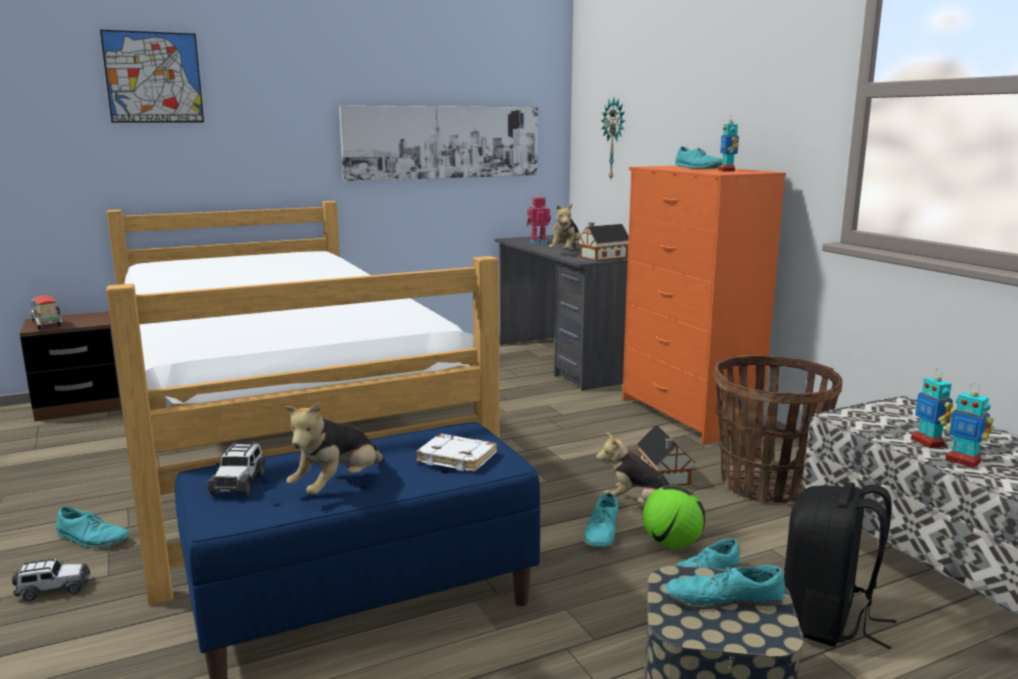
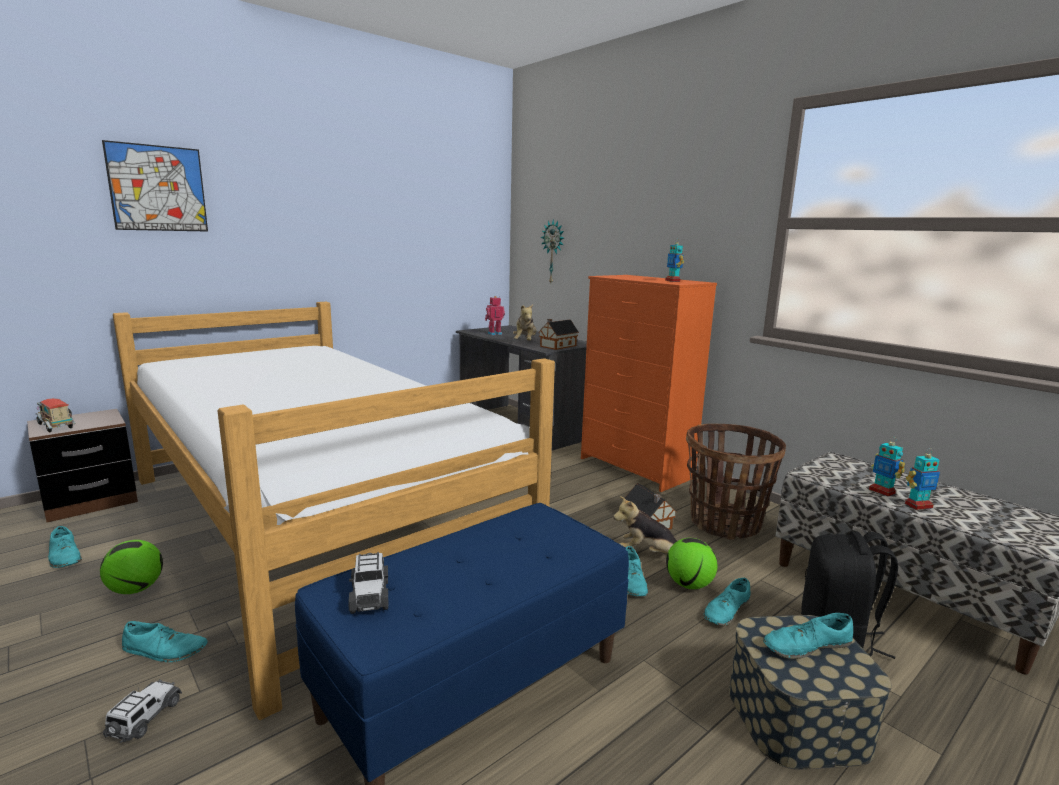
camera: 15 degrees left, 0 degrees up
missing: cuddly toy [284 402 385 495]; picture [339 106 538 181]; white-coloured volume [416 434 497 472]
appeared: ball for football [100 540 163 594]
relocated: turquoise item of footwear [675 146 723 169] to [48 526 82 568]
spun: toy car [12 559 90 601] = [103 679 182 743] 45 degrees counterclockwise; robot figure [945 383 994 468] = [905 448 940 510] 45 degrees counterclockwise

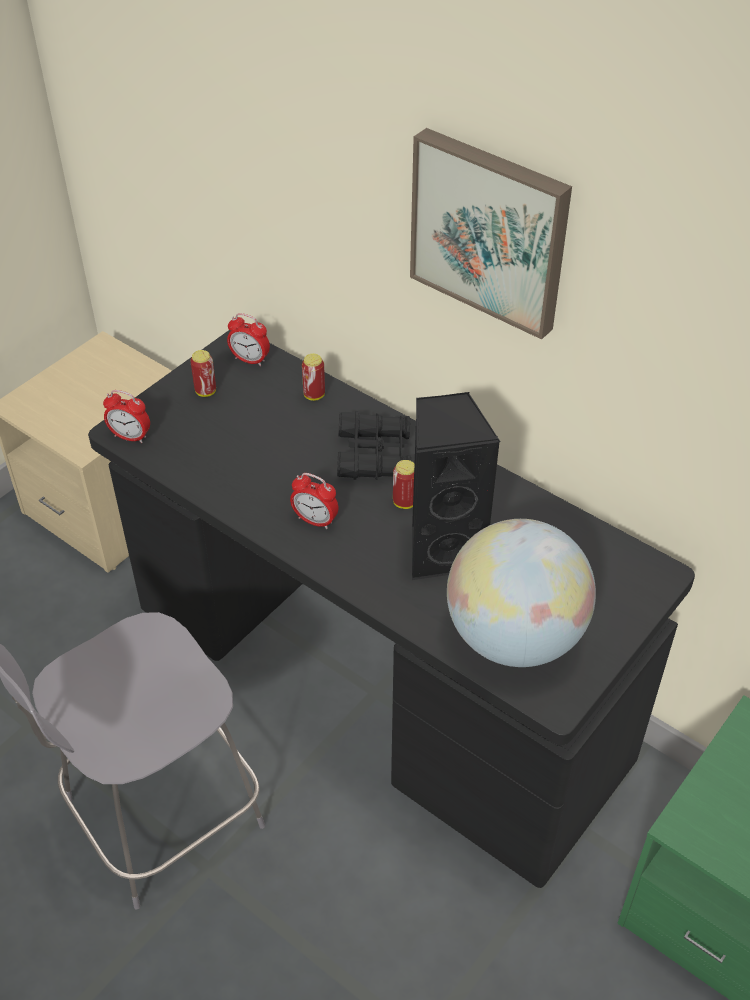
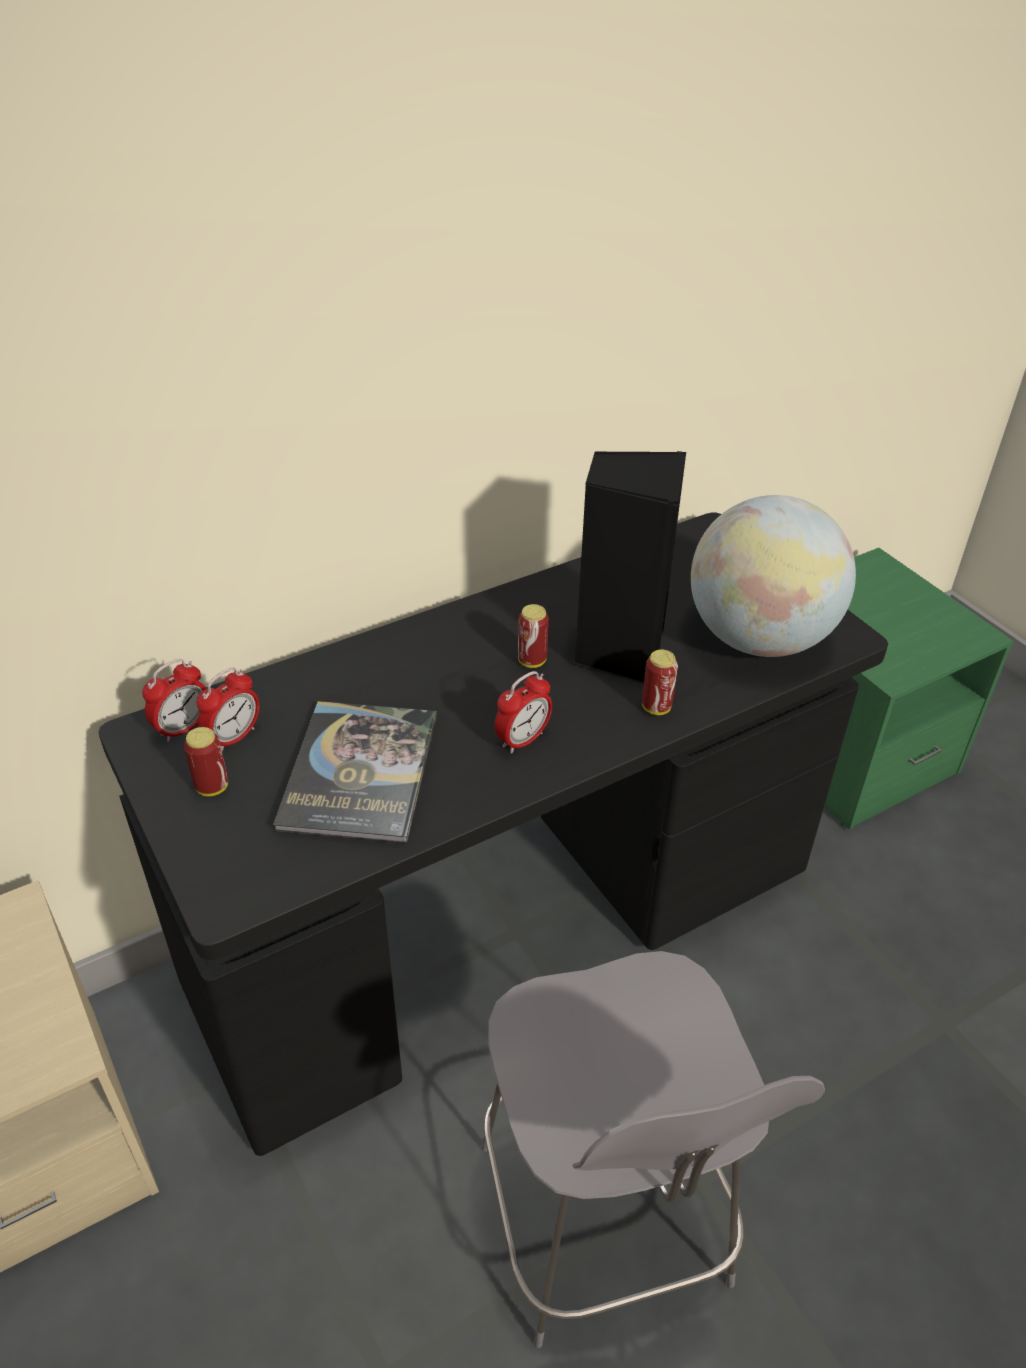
camera: 70 degrees left, 5 degrees down
missing: black-coloured pair of binoculars [337 411 411 480]; picture [410 128 572 340]
appeared: volume [273 701 437 843]
relocated: alarm clock [103 390 150 443] to [197 667 260 751]; sealed can [302 354 325 401] to [642 649 678 715]

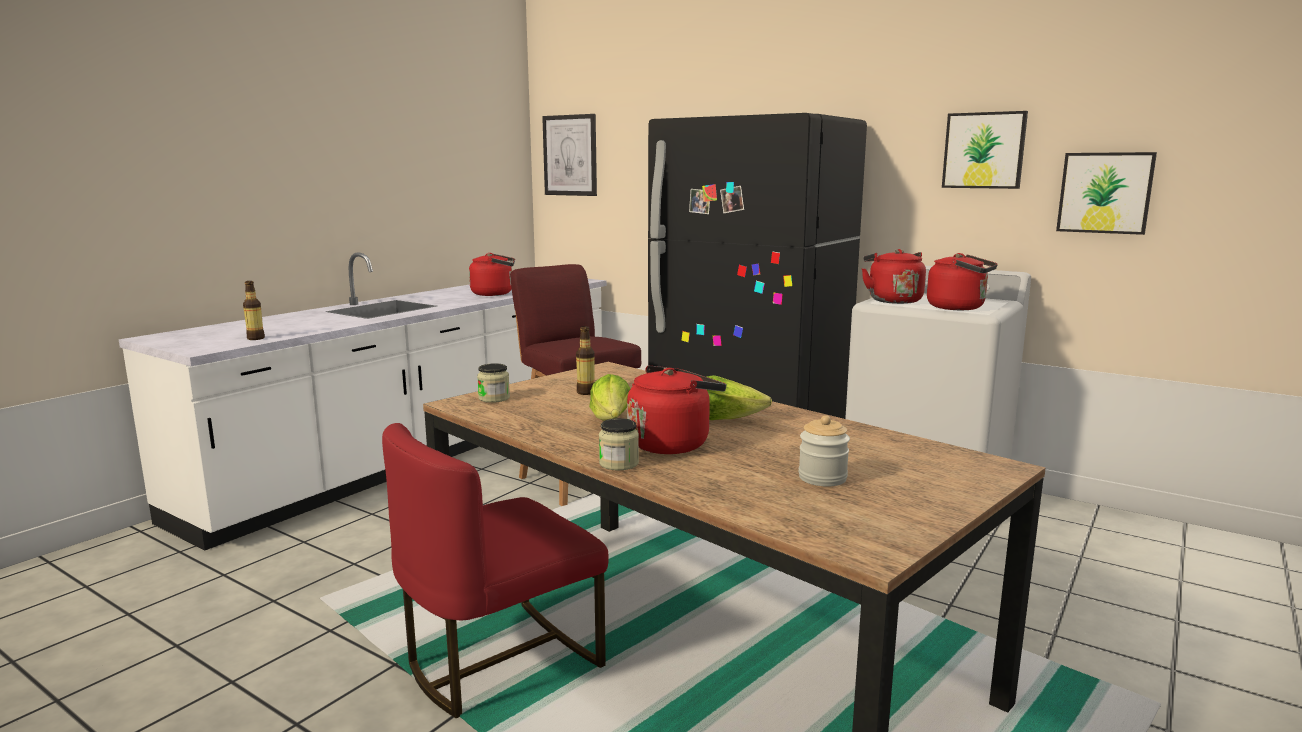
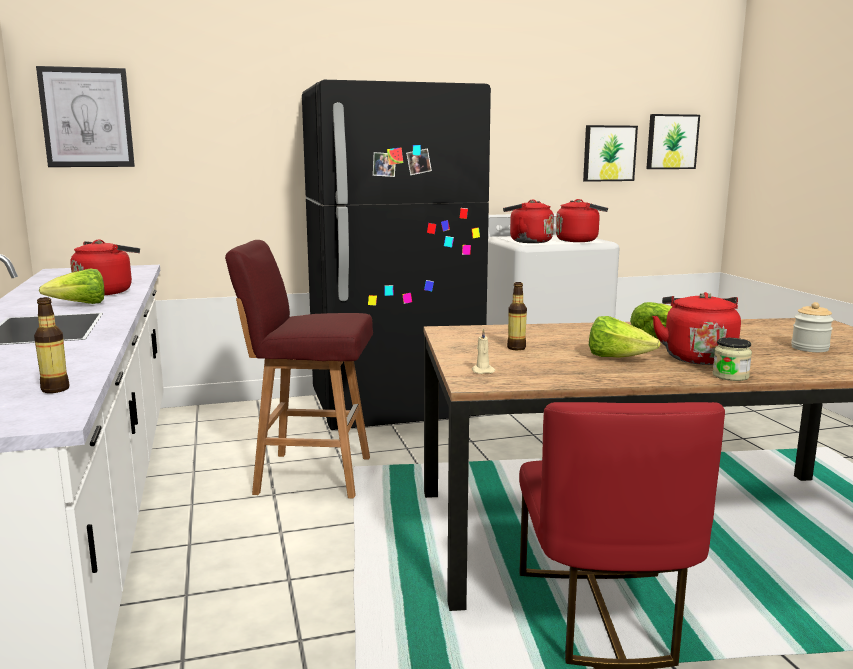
camera: 50 degrees left, 0 degrees up
appeared: lettuce [39 268 105 304]
relocated: picture [942 111 1028 189] to [646 114 700 169]
exchanged: storage jar [477 363 510 403] to beige candle [472 328 495 374]

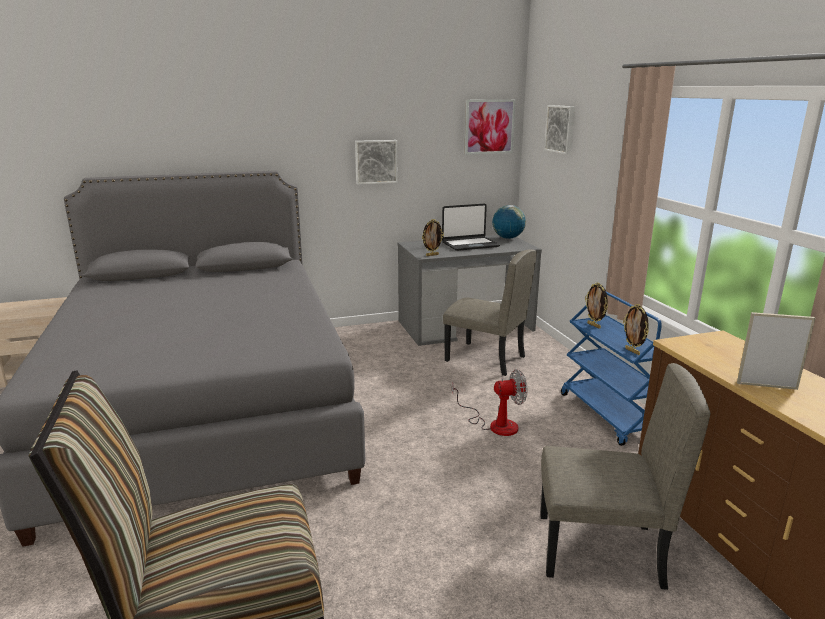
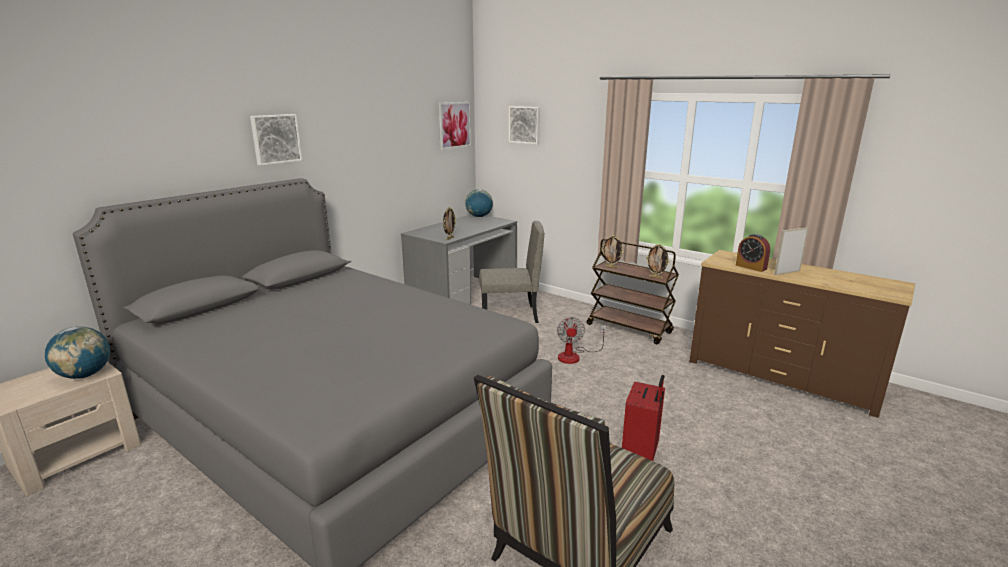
camera: 35 degrees left, 0 degrees up
missing: notebook computer [442 204 500 251]; beige chair [540 363 710 590]
appeared: desk globe [45 327 110 379]; reddish travel case [622 375 665 461]; alarm clock [736 234 770 272]
relocated: picture [355 140 397 185] to [250 114 302 166]
colour: bluish trolley [561 291 662 446] to brownish trolley [587 239 679 344]
spun: cooling fan [452 369 528 436] = [557 317 606 364] 135 degrees clockwise

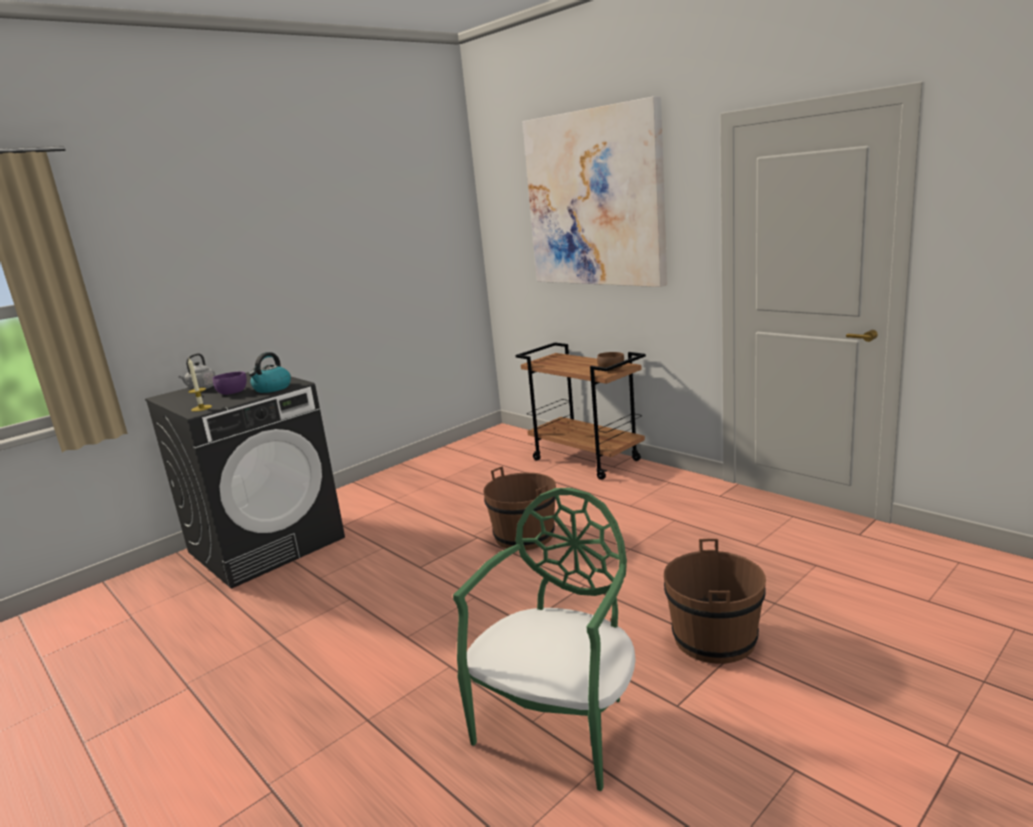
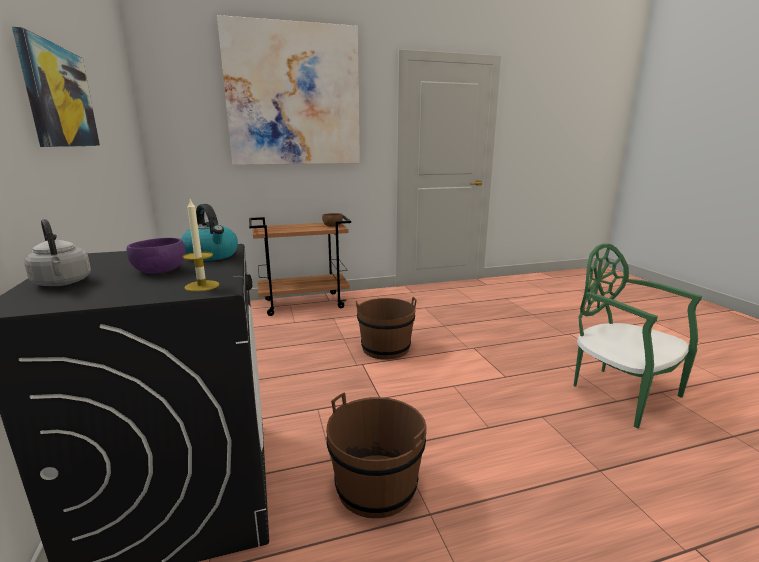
camera: 65 degrees left, 0 degrees up
appeared: picture [12 27 100 147]
relocated: brownish water bucket [664 539 766 664] to [326 393 427 518]

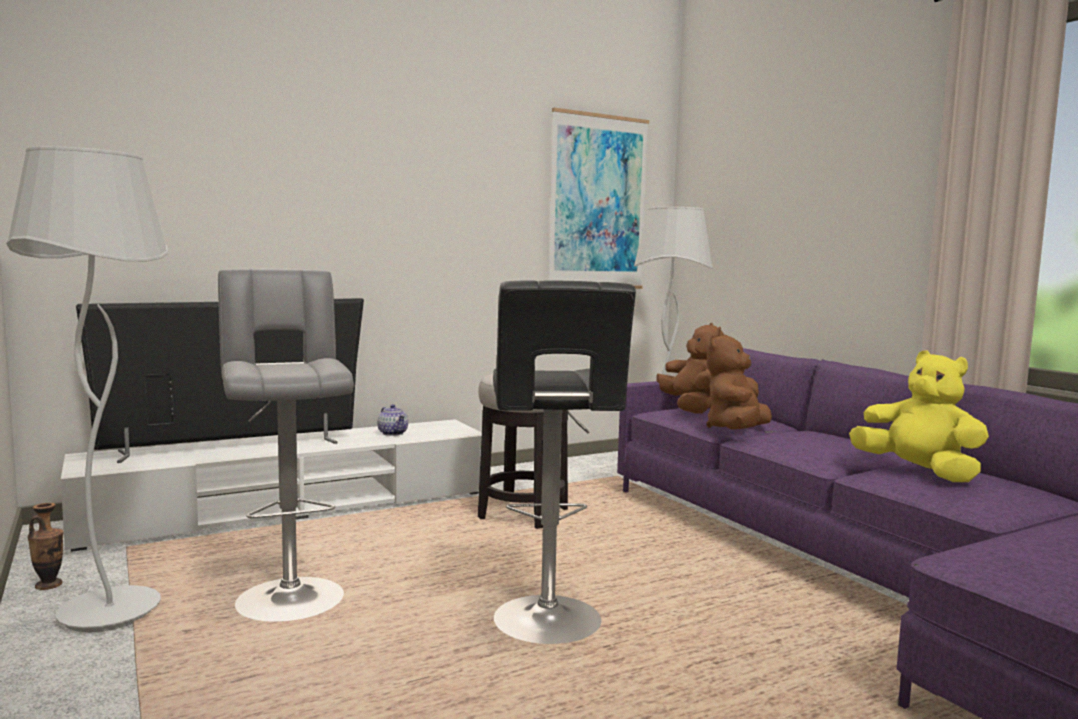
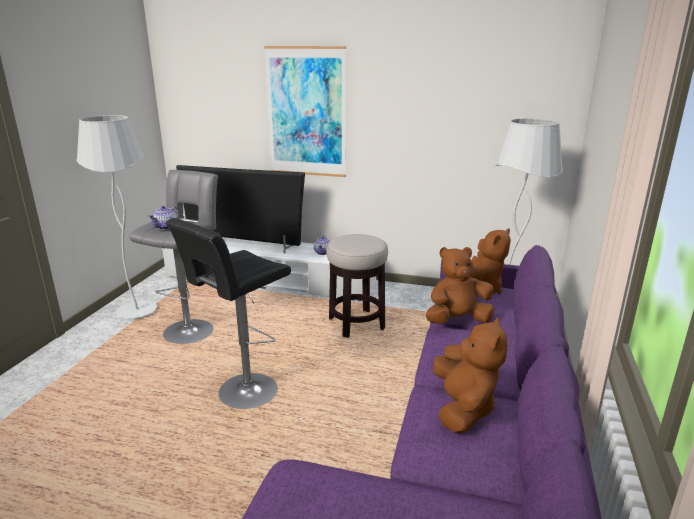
camera: 45 degrees right, 15 degrees up
missing: decorative vase [28 503 64 590]
appeared: teapot [148 206 179 230]
relocated: picture [549 107 649 289] to [264 46 346 177]
colour: yellow-coloured cuddly toy [849 350 989 482] to brownish cuddly toy [433 317 507 434]

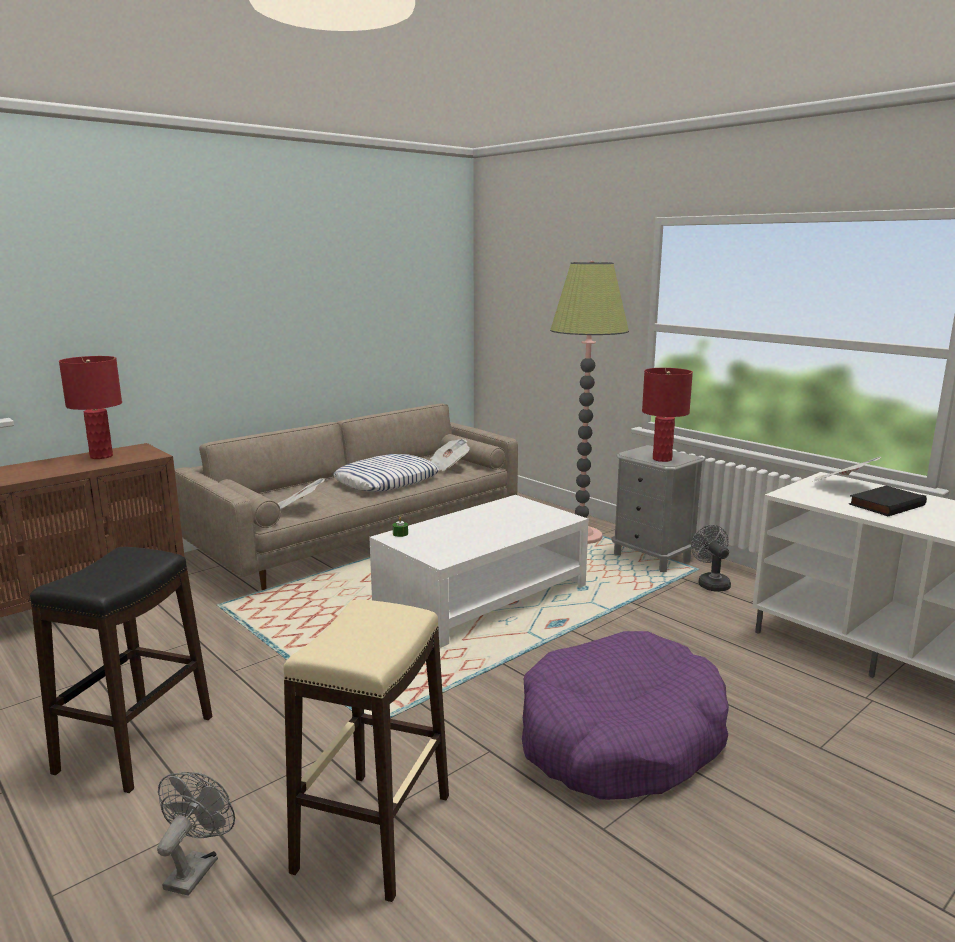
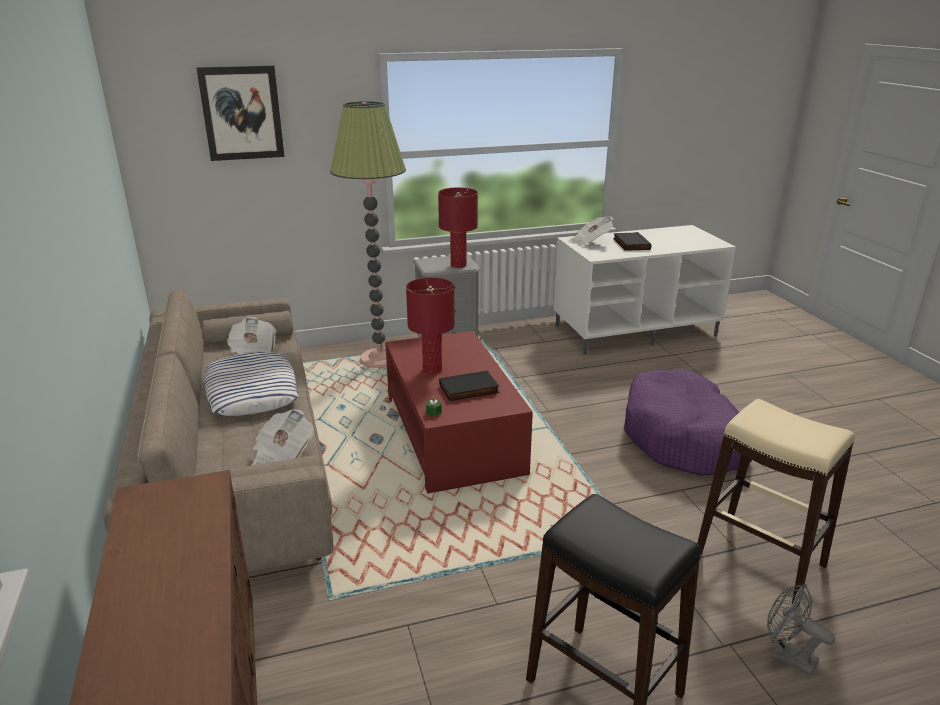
camera: 65 degrees left, 10 degrees up
missing: grey cooling fan [691 525 731 592]
appeared: picture [197 66 285 161]; black-coloured volume [439 370 499 401]
relocated: reddish table lamp [59 356 122 459] to [406 277 455 374]
colour: white-coloured low table [369 495 589 648] to reddish low table [385 331 533 494]

